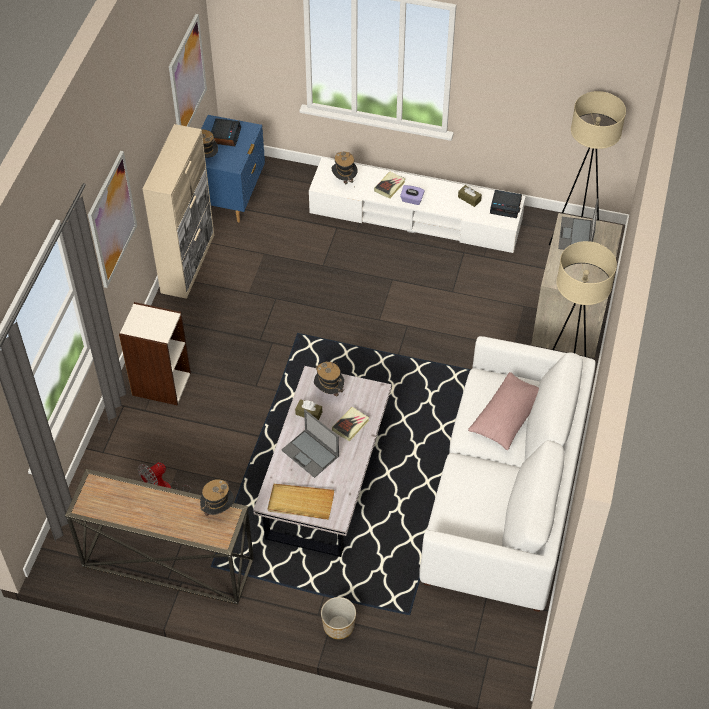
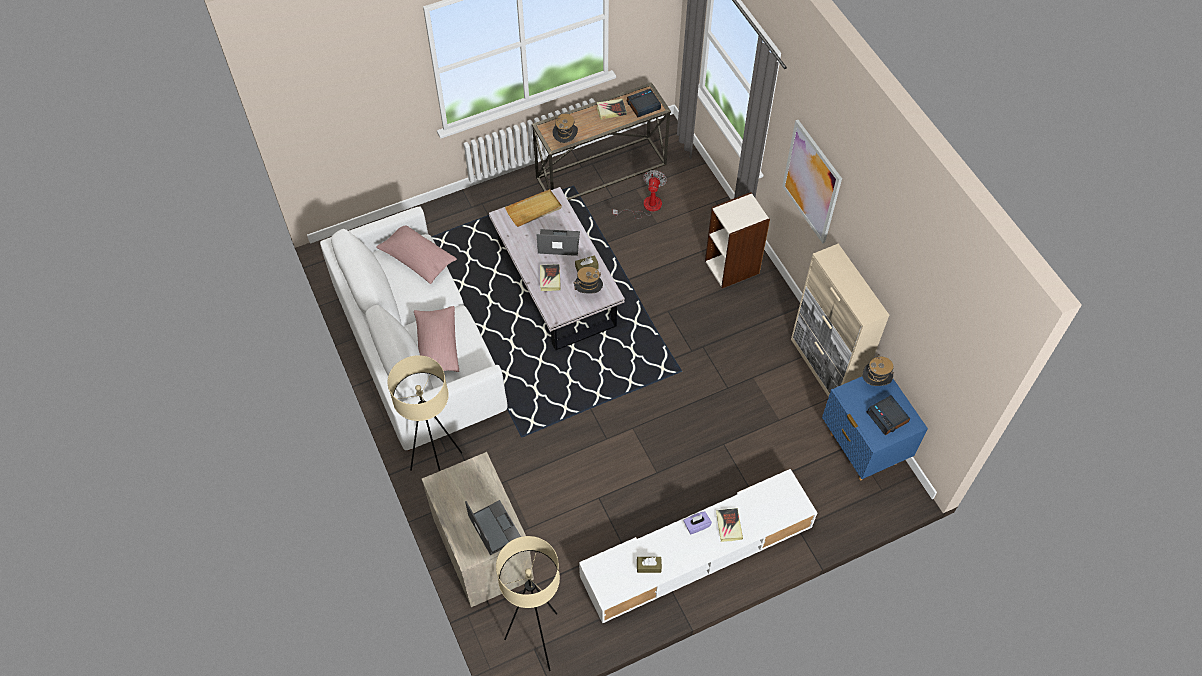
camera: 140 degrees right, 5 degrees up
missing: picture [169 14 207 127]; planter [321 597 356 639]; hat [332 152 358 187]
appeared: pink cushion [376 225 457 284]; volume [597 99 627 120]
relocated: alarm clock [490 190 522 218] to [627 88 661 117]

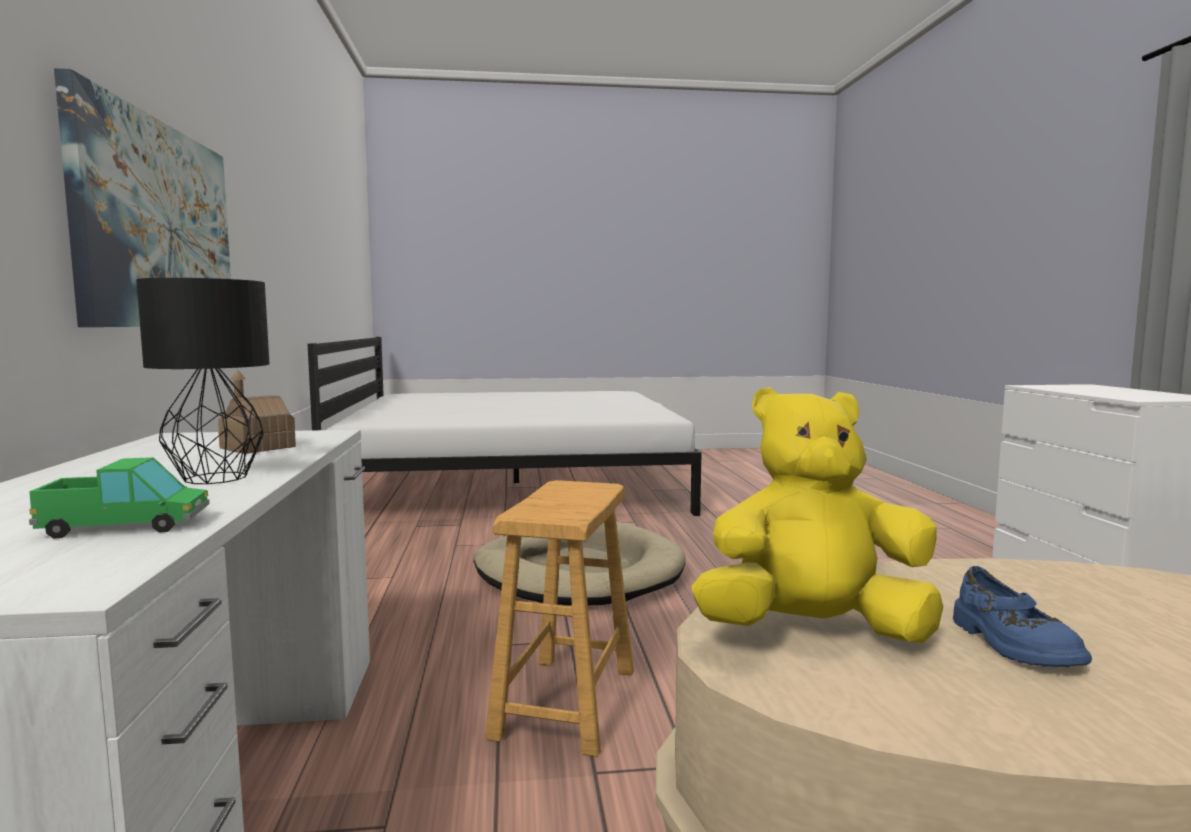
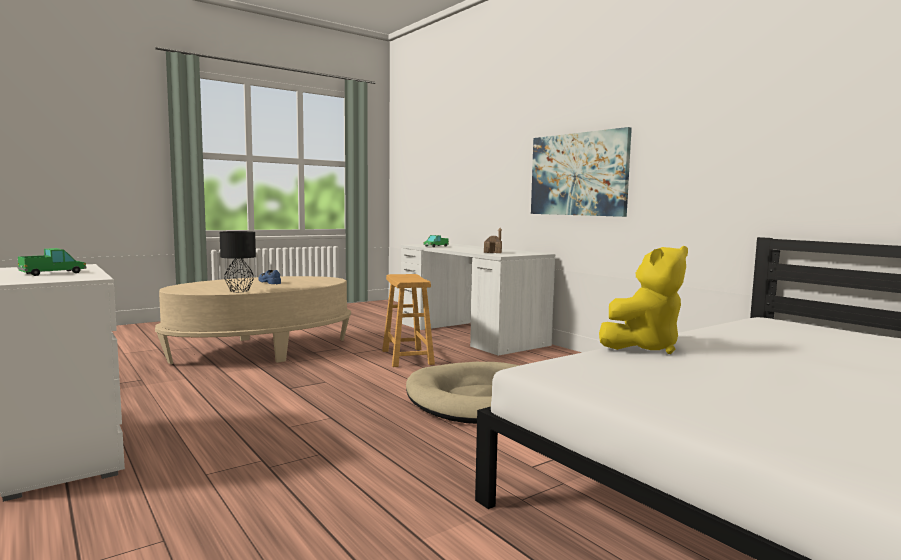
camera: 150 degrees right, 0 degrees up
appeared: model truck [18 248 87 276]
relocated: black-coloured table lamp [136 278 269 484] to [220 231 256 292]; yellow-coloured cuddly toy [691 387 943 643] to [599 246 688 354]

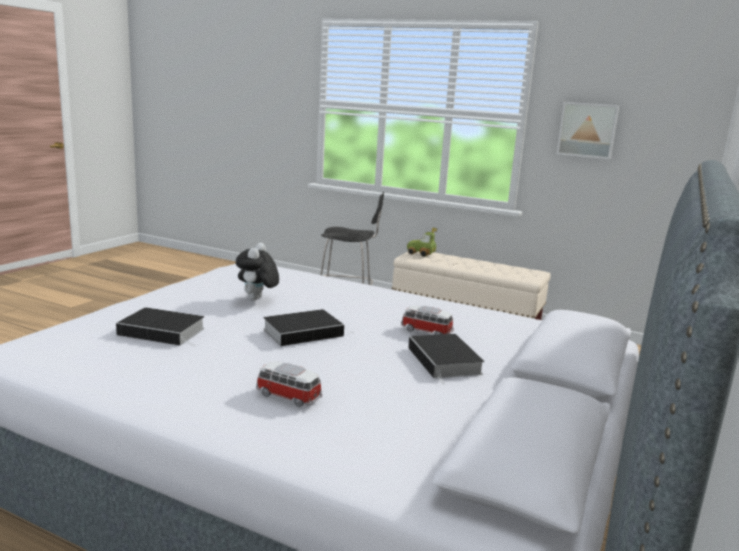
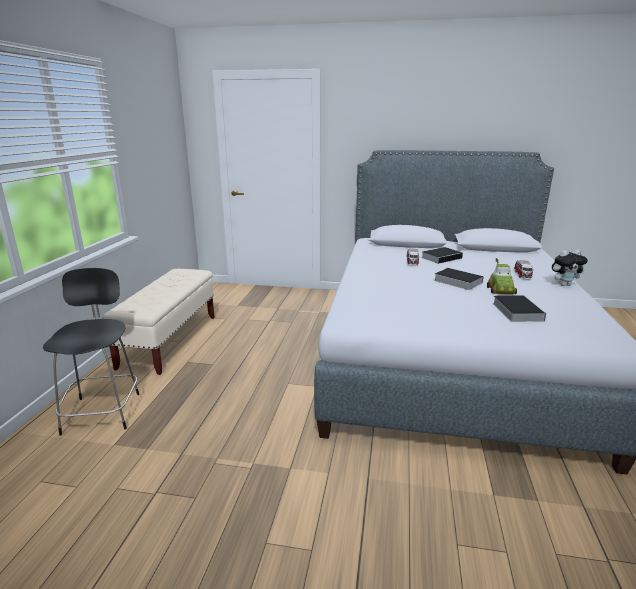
camera: 105 degrees left, 5 degrees up
missing: picture [556 102 619 159]
relocated: toy car [407 227 437 257] to [487 258 517 295]; cuddly toy [236 243 279 300] to [552 249 588 286]

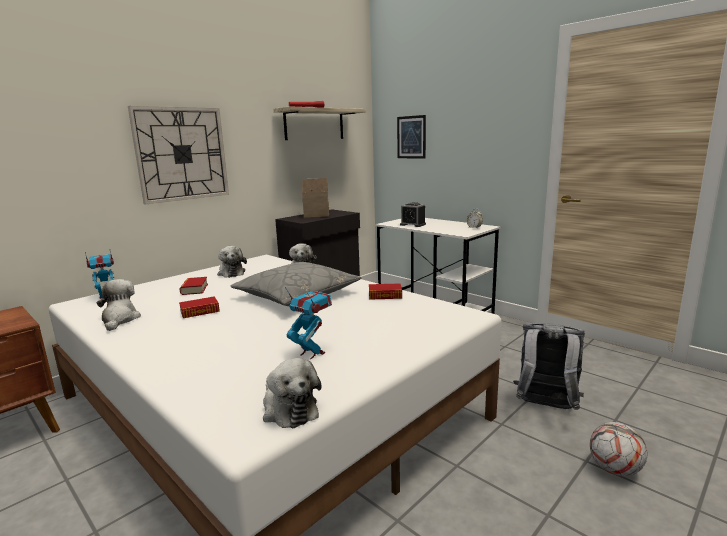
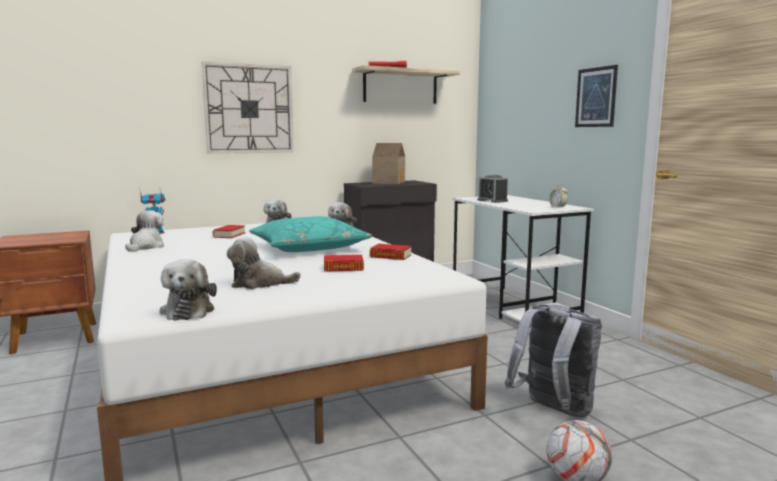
camera: 20 degrees right, 5 degrees down
relocated: volume [179 296 220 318] to [324 255 364 272]; picture [397 115 426 158] to [575 65 618 127]
exchanged: robot figure [285 287 332 359] to cuddly toy [227 237 301 289]
colour: grey cushion [231 262 362 306] to turquoise cushion [249 216 373 252]

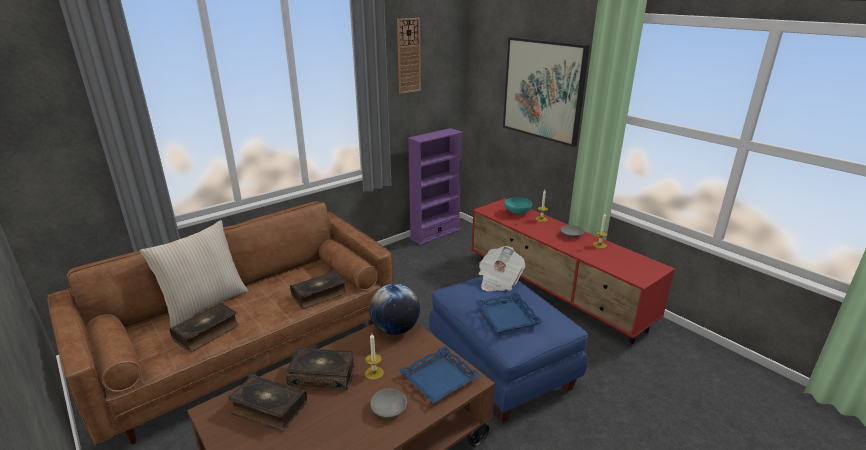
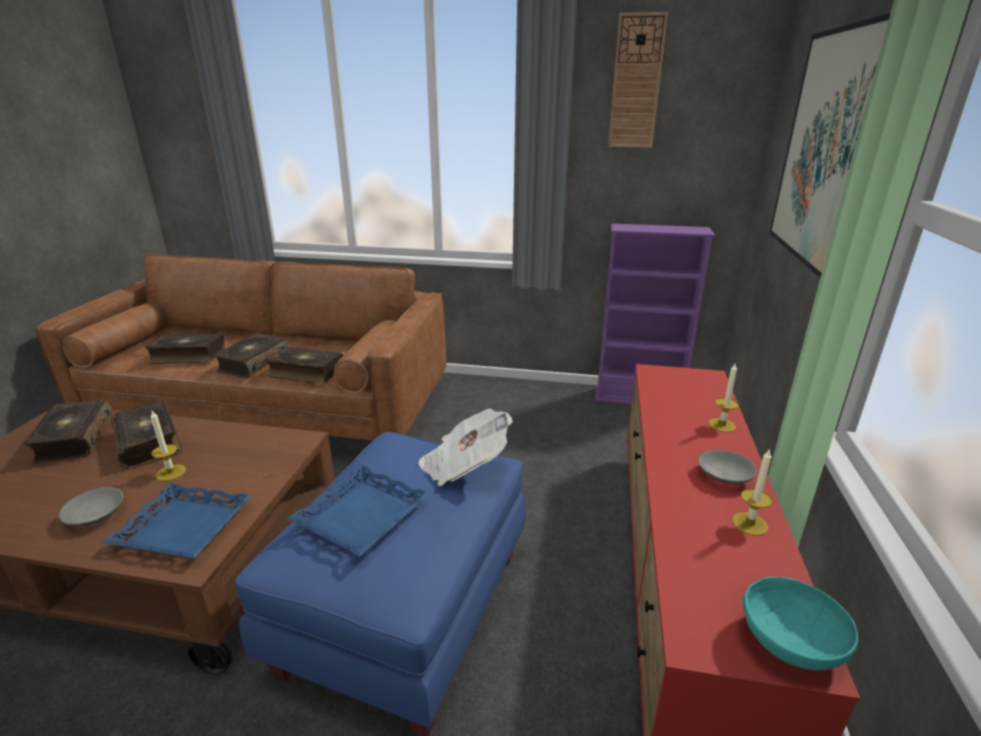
camera: 50 degrees right, 0 degrees up
missing: beige cushion [140 220 249 327]; desk globe [369 283 420 335]
appeared: volume [213 332 289 378]
relocated: turquoise deep dish [505 198 532 214] to [743 577 858 670]

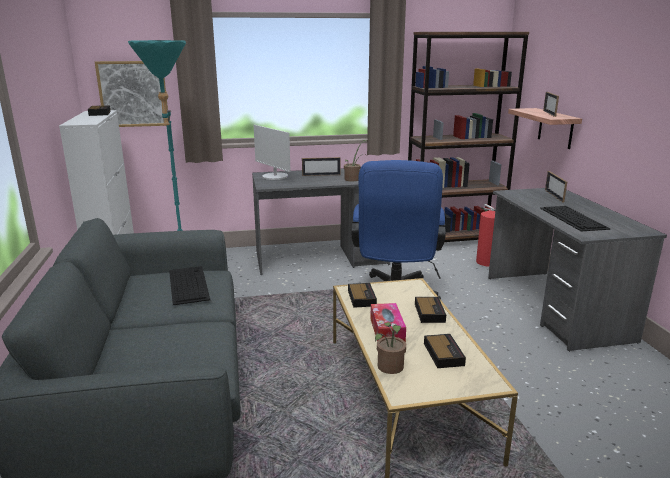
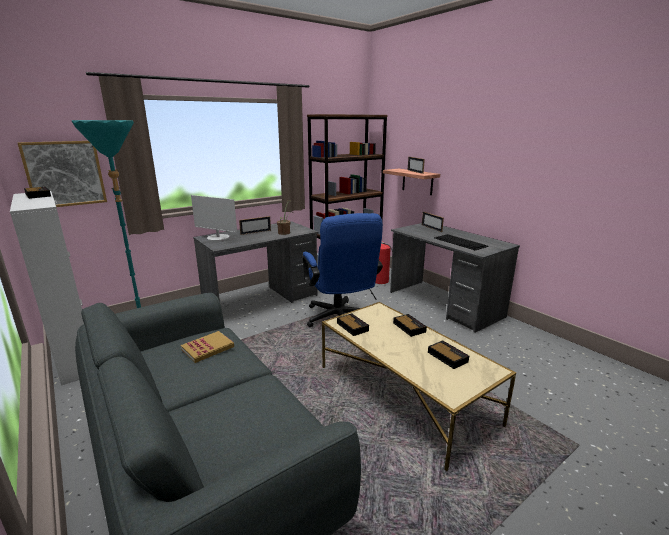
camera: 25 degrees left, 0 degrees up
missing: tissue box [370 303 406 342]; potted plant [375 322 406 374]
exchanged: PC keyboard [169 266 210 305] to volume [181 331 234 363]

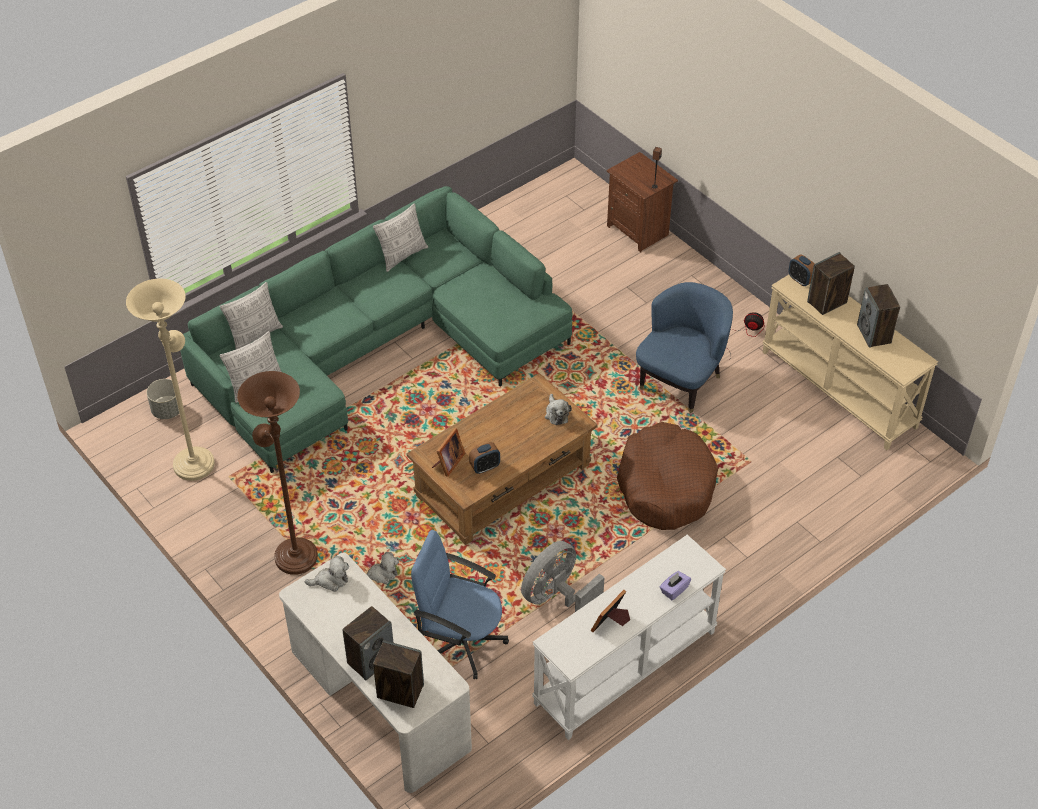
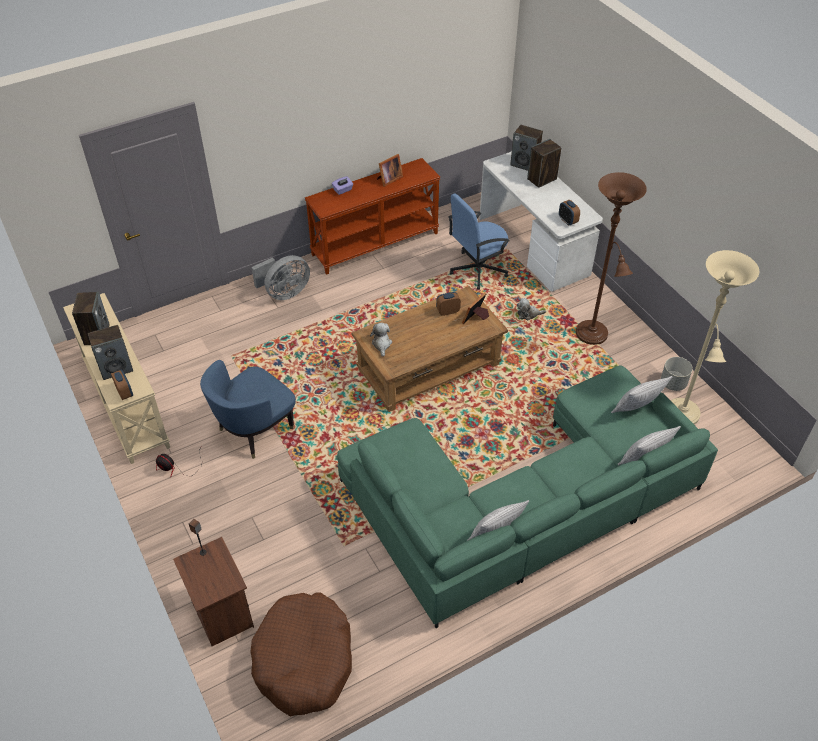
camera: 170 degrees left, 0 degrees up
relocated: brownish dog bed [617 422 718 530] to [250 592 352 716]; grey cooling fan [521 541 604 612] to [251 255 310 300]; grey planter [147 379 179 419] to [661 357 693 391]
exchanged: cuddly toy [304 556 349 592] to alarm clock [559 200 580 226]
colour: white-coloured narrow table [532 535 726 740] to brownish narrow table [305 158 440 275]
spun: bluish desk chair [411 530 509 679] = [448 194 510 290] 120 degrees clockwise

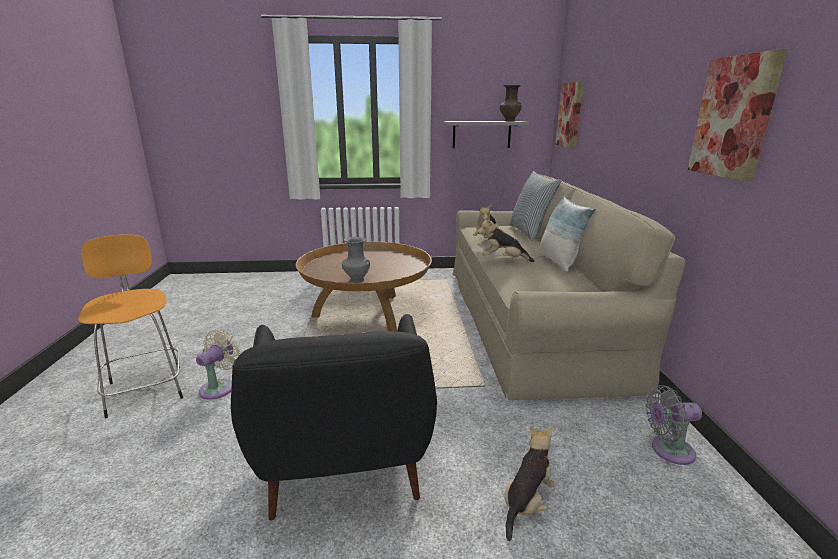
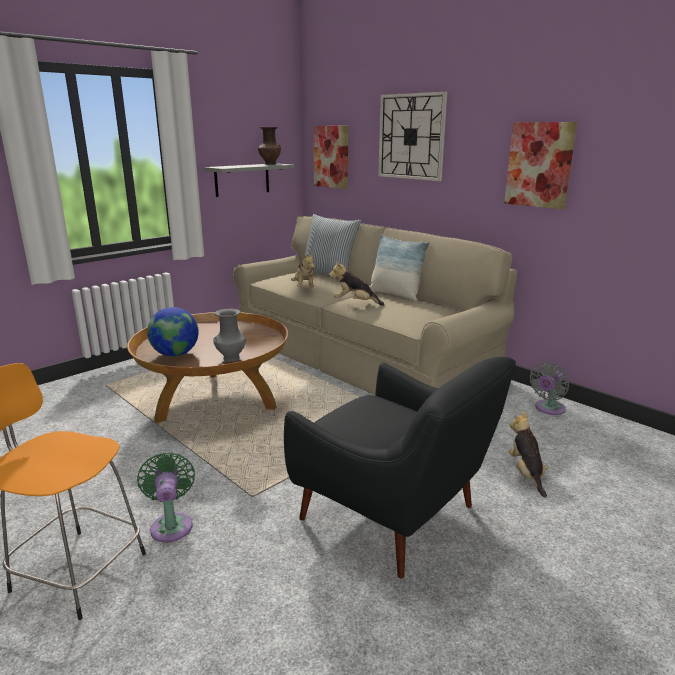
camera: 40 degrees left, 0 degrees up
appeared: desk globe [147 307 199 357]; clock on the wall [378 92 447 181]
colour: beige cooling fan [196 330 241 399] to green cooling fan [137 452 195 542]
spun: cuddly toy [477 217 535 262] = [329 261 385 306] 45 degrees clockwise

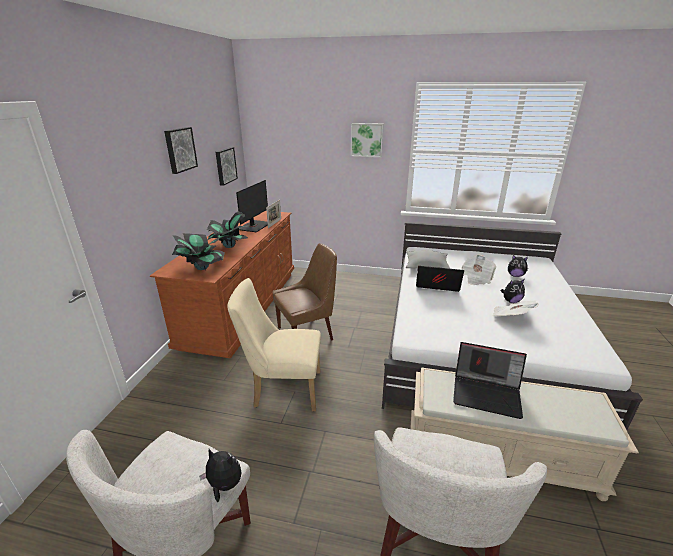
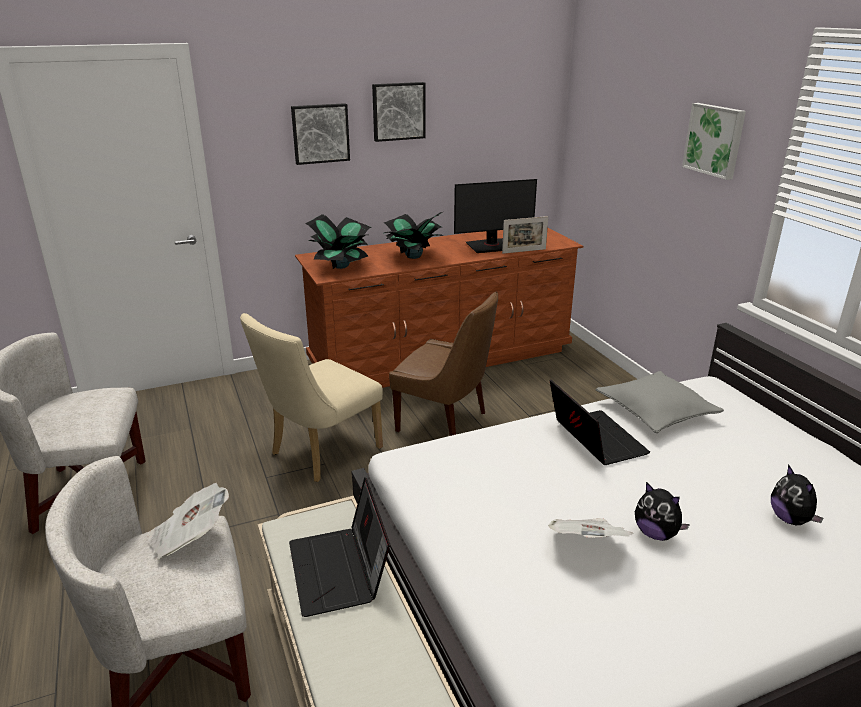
camera: 55 degrees right, 0 degrees up
missing: cuddly toy [199 449 241 502]
relocated: daily paper [462 254 496 285] to [148 483 229 560]; picture [215 147 238 186] to [291 103 350 165]
spun: beige chair [227 278 321 411] = [240 313 383 482] 105 degrees counterclockwise

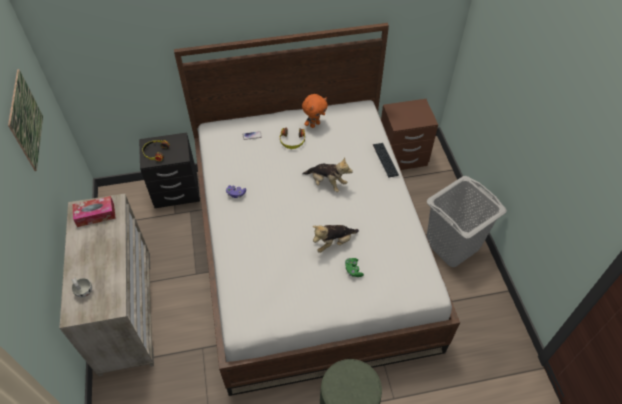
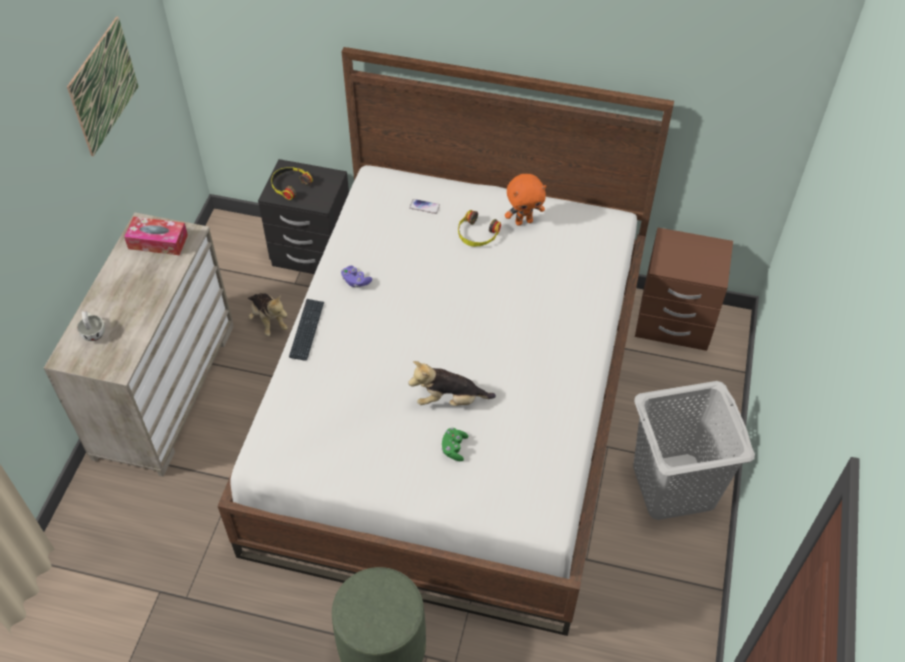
camera: 25 degrees right, 0 degrees up
relocated: cuddly toy [302 158 353 192] to [248 293 288 336]; PC keyboard [373 143 399 177] to [289 299 324 361]

